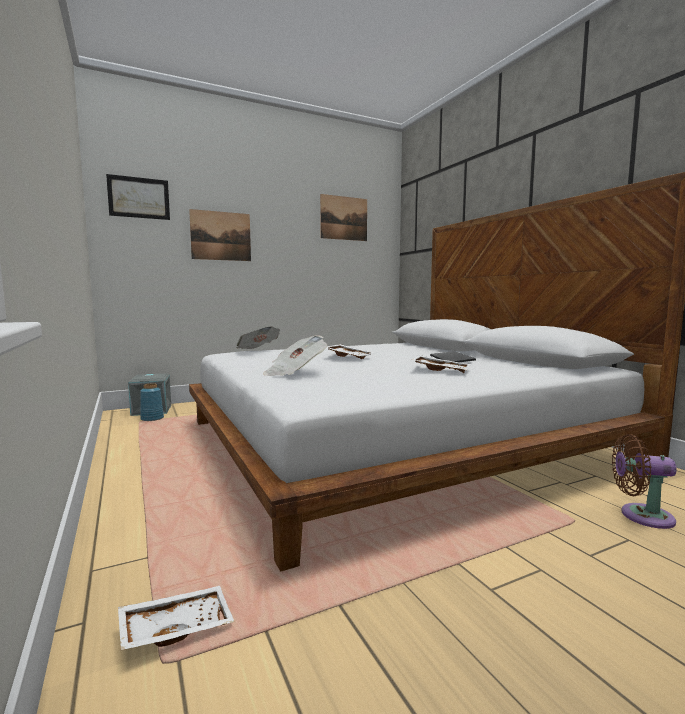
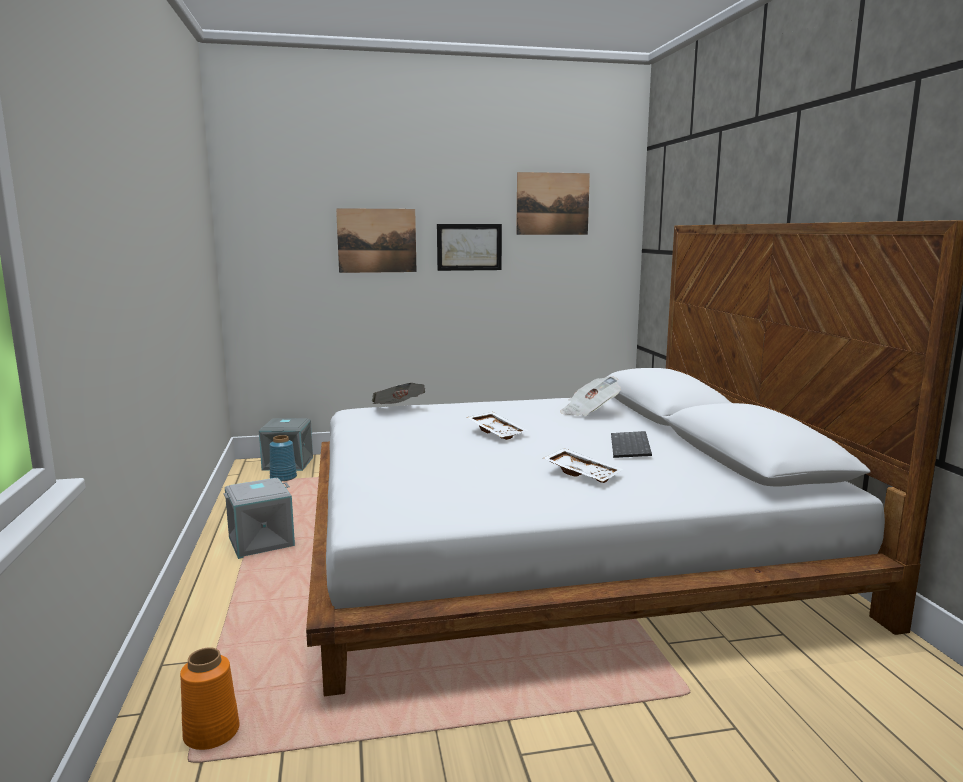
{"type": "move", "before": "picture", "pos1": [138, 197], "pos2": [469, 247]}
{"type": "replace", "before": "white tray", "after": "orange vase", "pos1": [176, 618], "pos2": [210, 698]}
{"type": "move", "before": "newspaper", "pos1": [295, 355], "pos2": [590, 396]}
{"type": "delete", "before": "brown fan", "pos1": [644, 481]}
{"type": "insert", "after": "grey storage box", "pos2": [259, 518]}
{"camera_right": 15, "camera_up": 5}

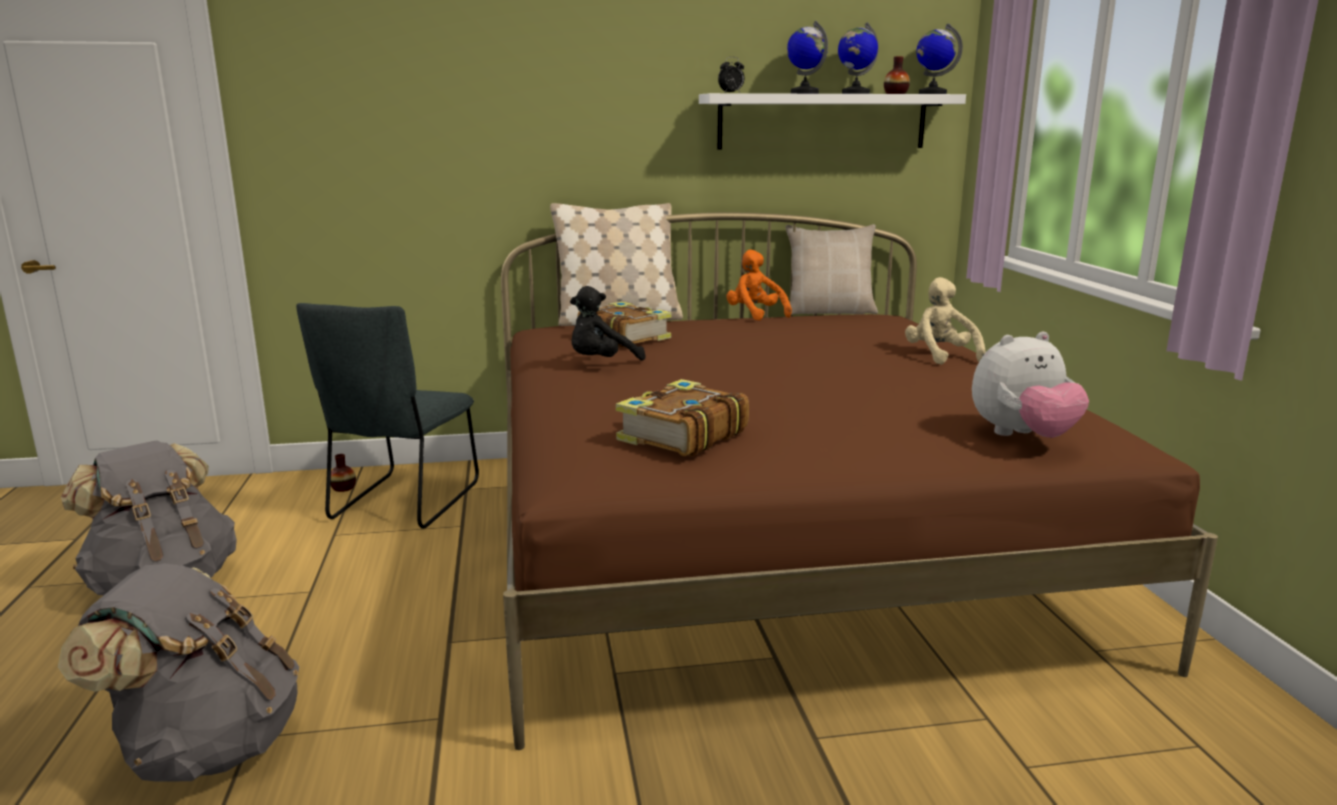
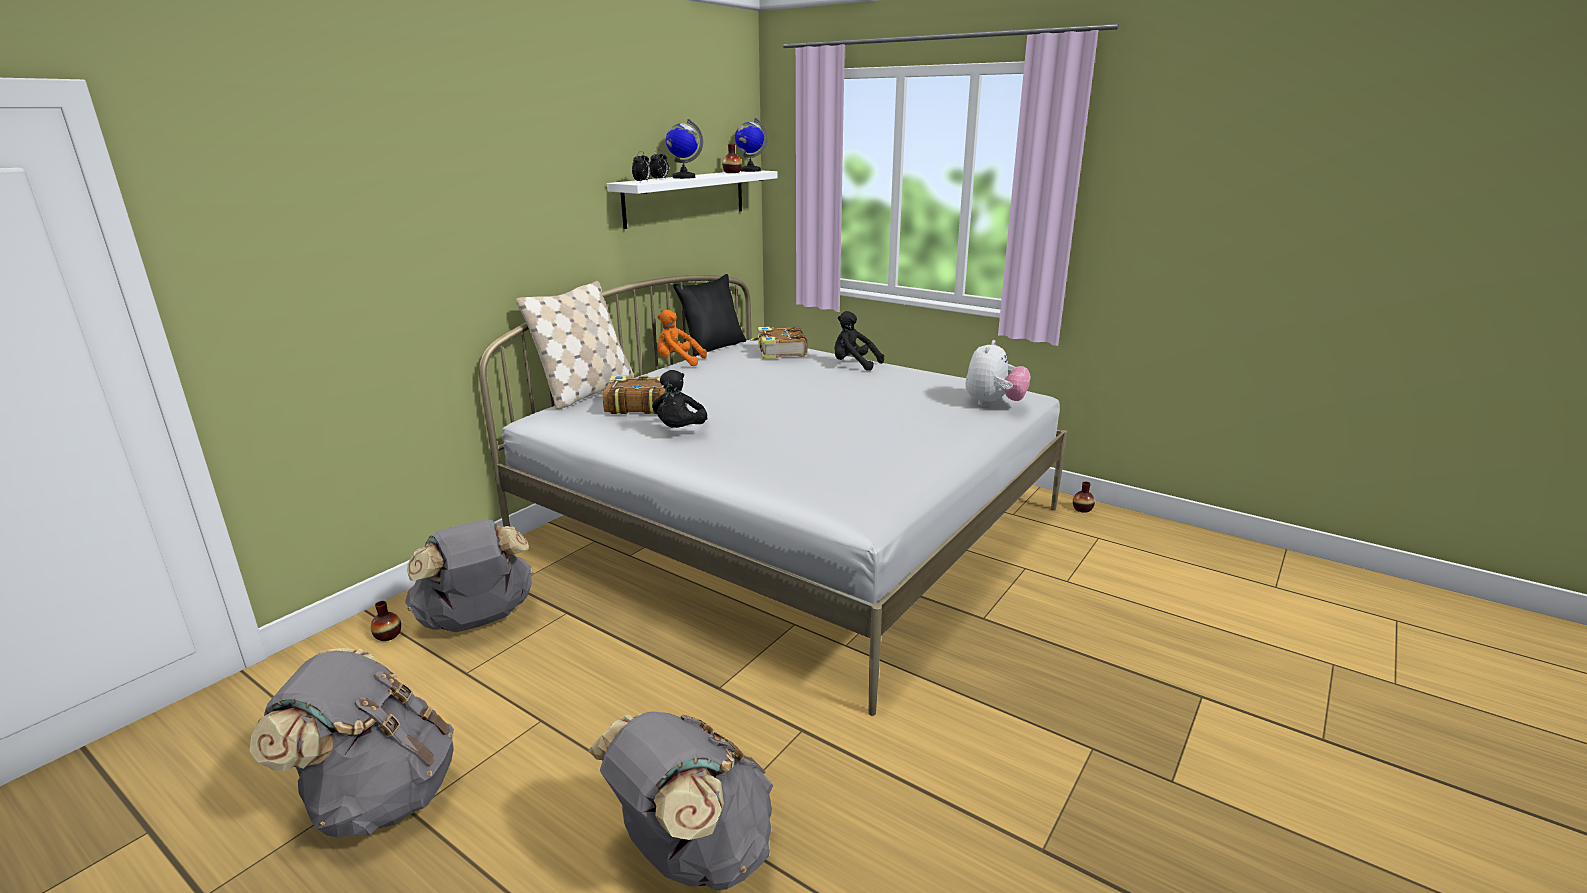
{"type": "replace", "before": "grey chair", "after": "grey backpack", "pos1": [387, 416], "pos2": [469, 575]}
{"type": "recolor", "before": "brown bed", "after": "white bed", "pos1": [859, 481], "pos2": [773, 495]}
{"type": "move", "before": "book", "pos1": [682, 417], "pos2": [778, 342]}
{"type": "recolor", "before": "beige pillow", "after": "black pillow", "pos1": [831, 269], "pos2": [709, 315]}
{"type": "delete", "before": "globe", "pos1": [858, 58]}
{"type": "recolor", "before": "beige plush toy", "after": "black plush toy", "pos1": [945, 321], "pos2": [859, 341]}
{"type": "insert", "after": "alarm clock", "pos2": [659, 164]}
{"type": "insert", "after": "vase", "pos2": [1084, 497]}
{"camera_right": -45, "camera_up": 5}

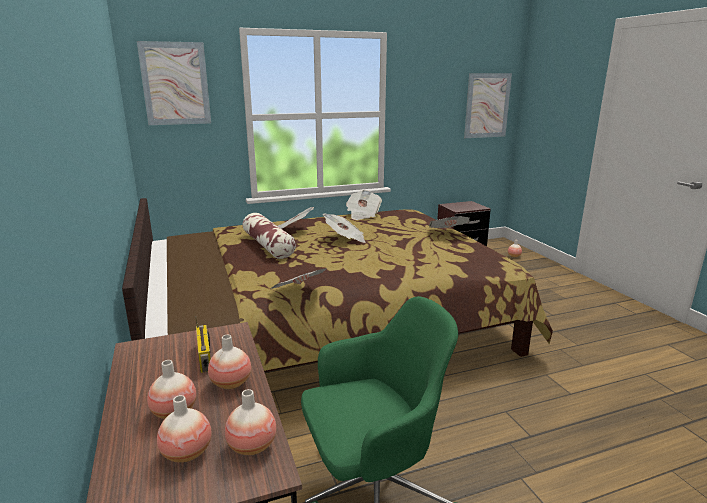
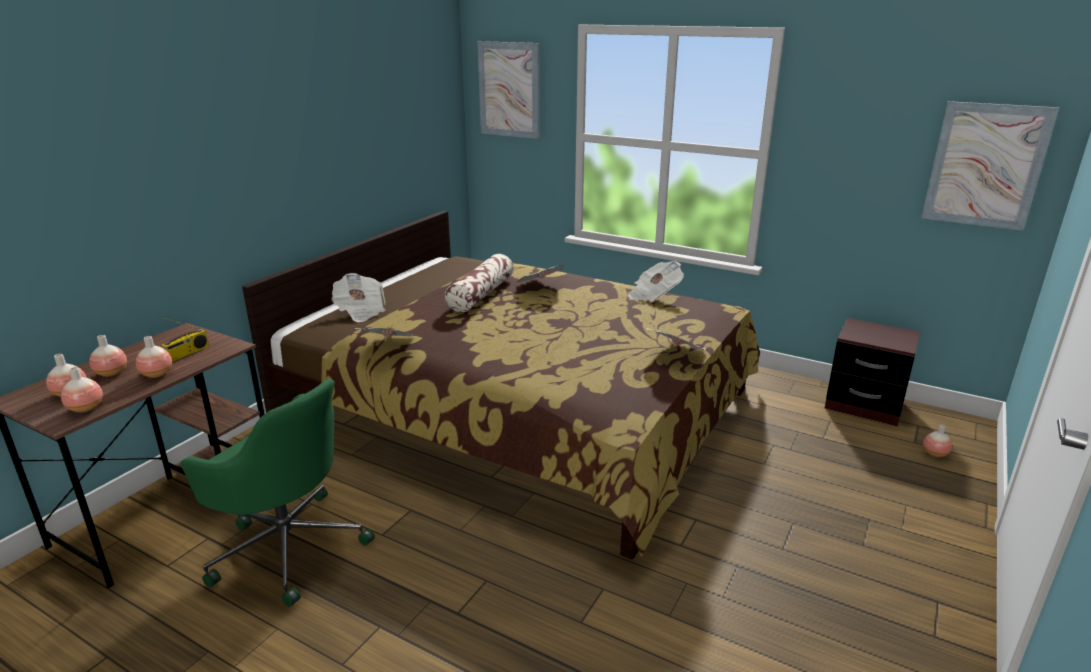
{"type": "move", "before": "newspaper", "pos1": [344, 228], "pos2": [359, 297]}
{"camera_right": 50, "camera_up": 5}

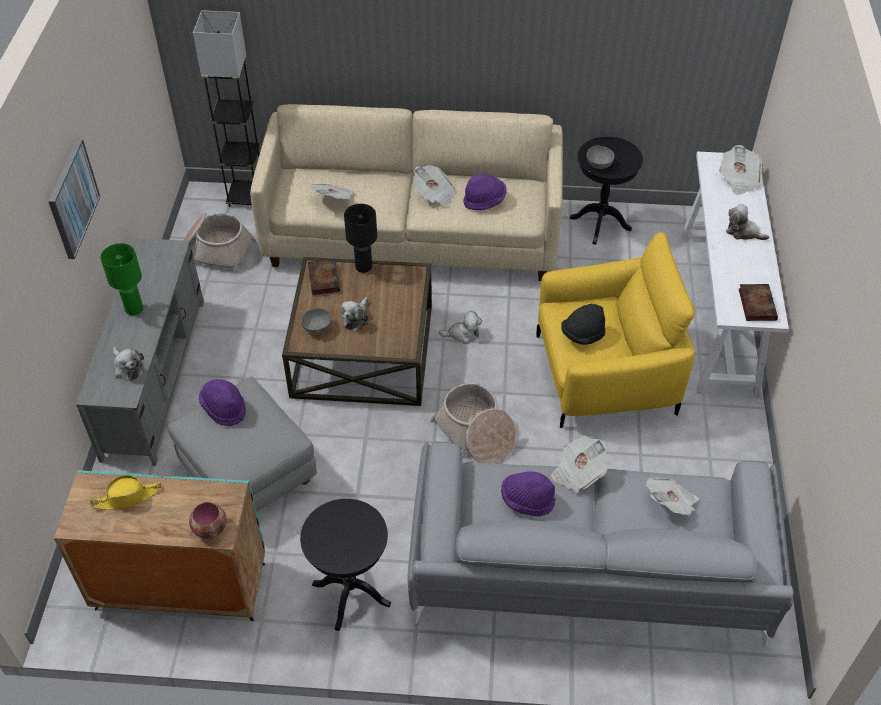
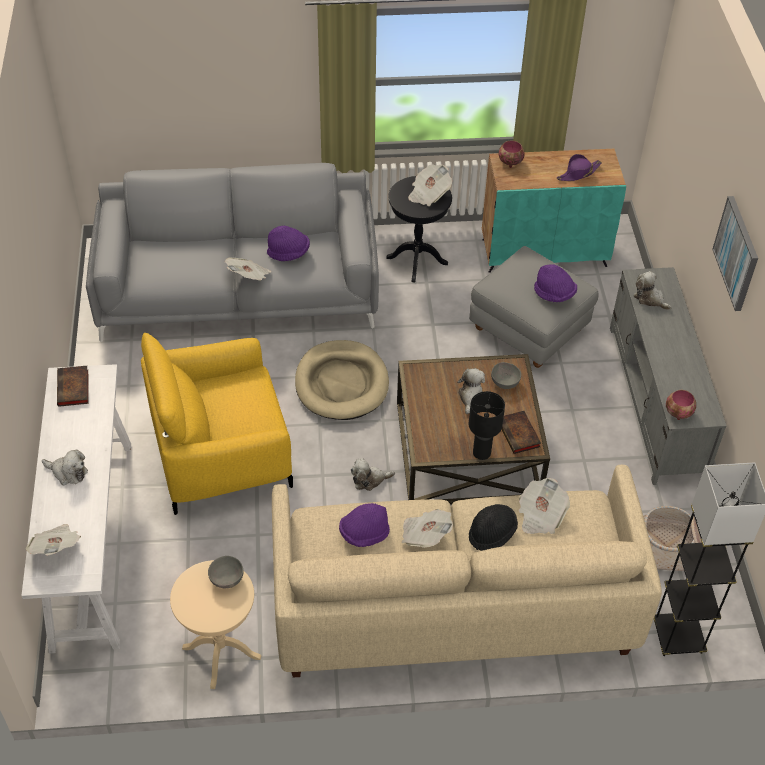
{"type": "recolor", "before": "yellow hat", "after": "purple hat", "pos1": [126, 492], "pos2": [579, 167]}
{"type": "delete", "before": "green table lamp", "pos1": [121, 279]}
{"type": "replace", "before": "basket", "after": "beige dog bed", "pos1": [473, 423], "pos2": [342, 380]}
{"type": "move", "before": "black hat", "pos1": [583, 324], "pos2": [493, 527]}
{"type": "recolor", "before": "black side table", "after": "beige side table", "pos1": [606, 191], "pos2": [215, 624]}
{"type": "move", "before": "newspaper", "pos1": [672, 496], "pos2": [430, 185]}
{"type": "insert", "after": "bowl", "pos2": [681, 405]}
{"camera_right": 170, "camera_up": 0}

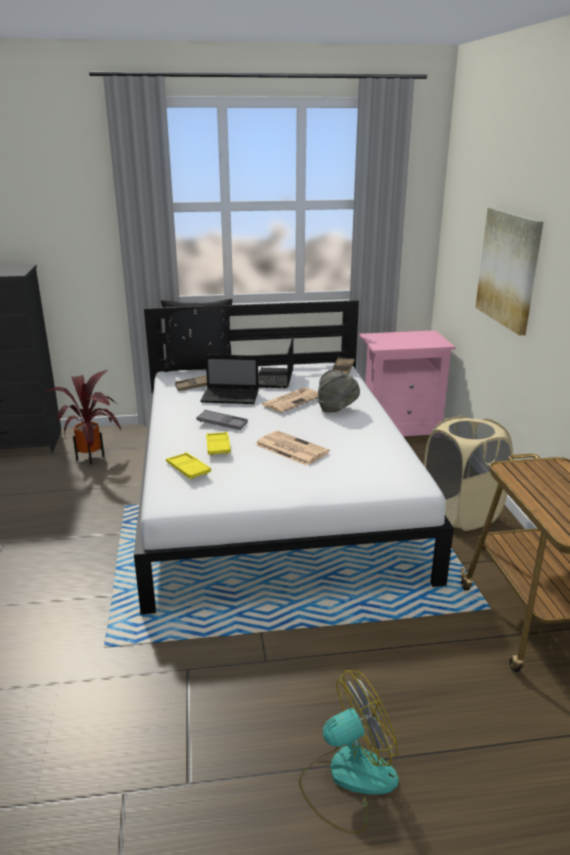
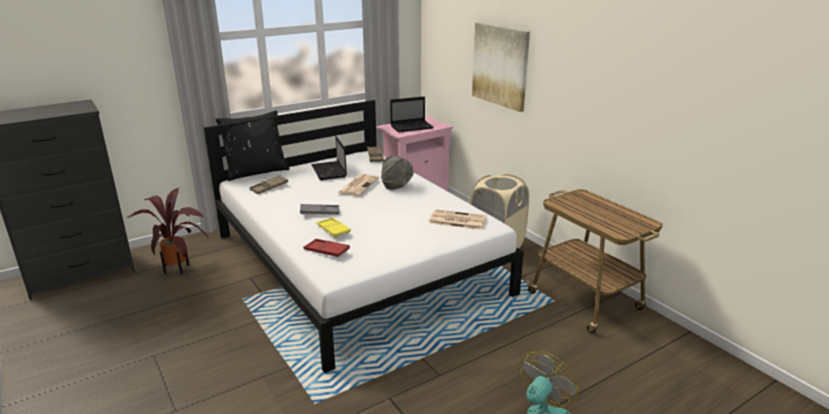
{"type": "recolor", "before": "yellow tray", "after": "red tray", "pos1": [188, 465], "pos2": [327, 248]}
{"type": "move", "before": "laptop", "pos1": [229, 379], "pos2": [412, 114]}
{"type": "move", "before": "newspaper", "pos1": [292, 448], "pos2": [458, 219]}
{"camera_right": -25, "camera_up": 0}

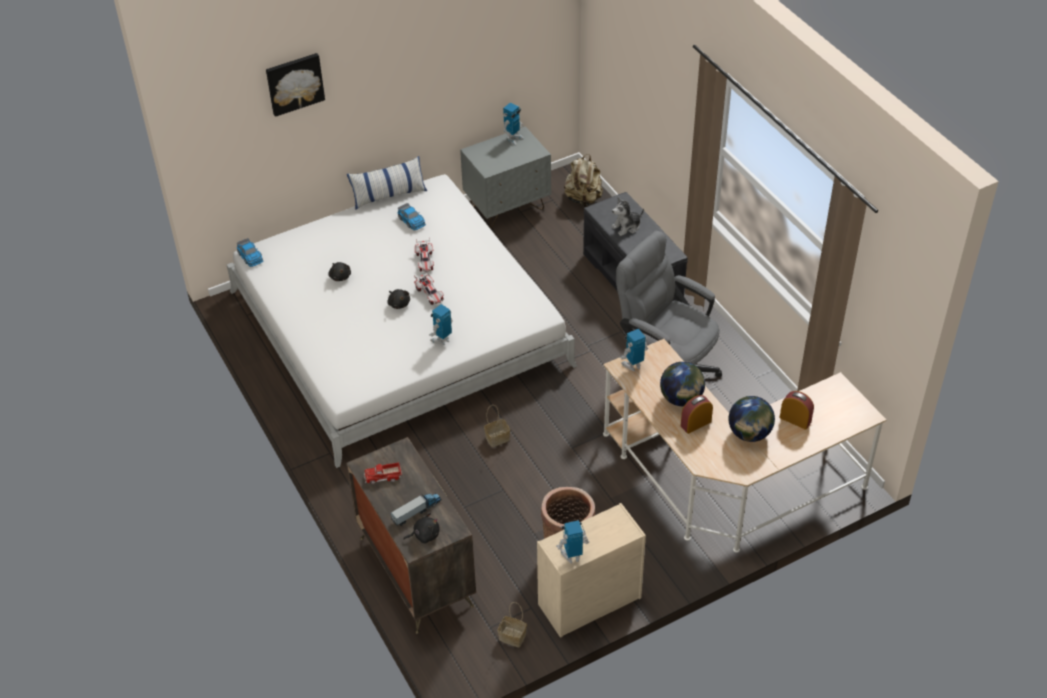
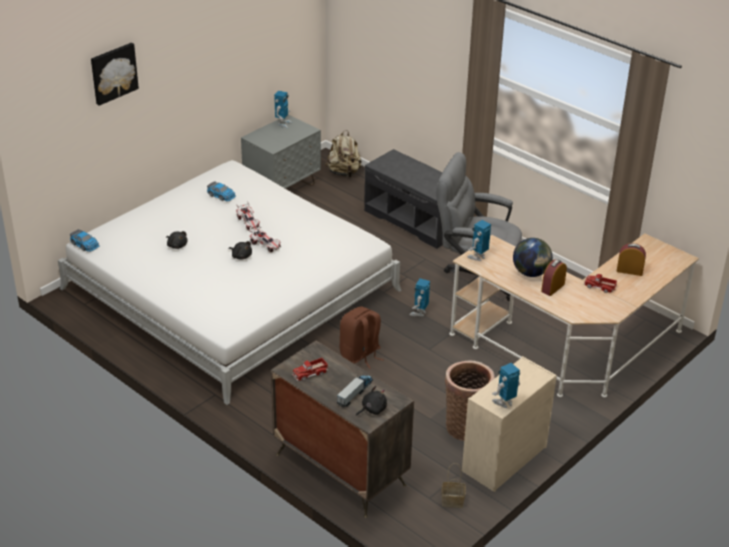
{"type": "delete", "before": "pillow", "pos1": [387, 183]}
{"type": "move", "before": "toy robot", "pos1": [441, 324], "pos2": [419, 297]}
{"type": "replace", "before": "basket", "after": "brown backpack", "pos1": [497, 426], "pos2": [362, 337]}
{"type": "delete", "before": "plush toy", "pos1": [627, 216]}
{"type": "replace", "before": "globe", "after": "toy truck", "pos1": [752, 419], "pos2": [600, 283]}
{"camera_right": -20, "camera_up": -10}

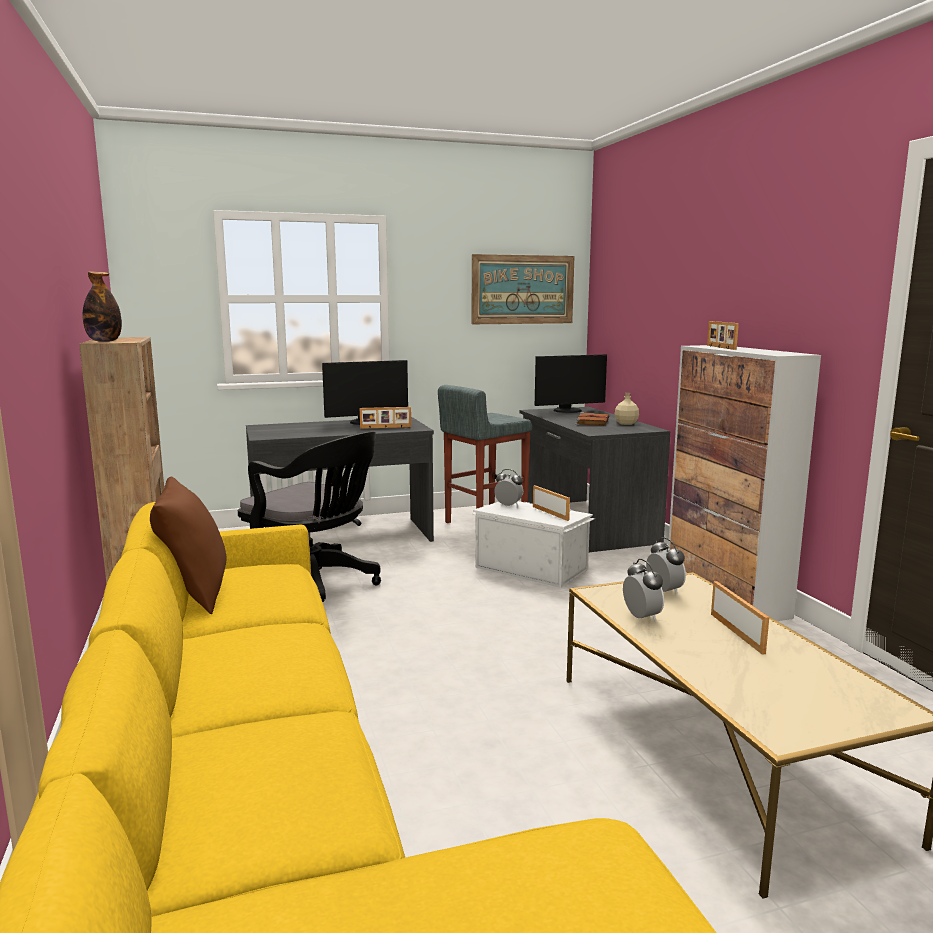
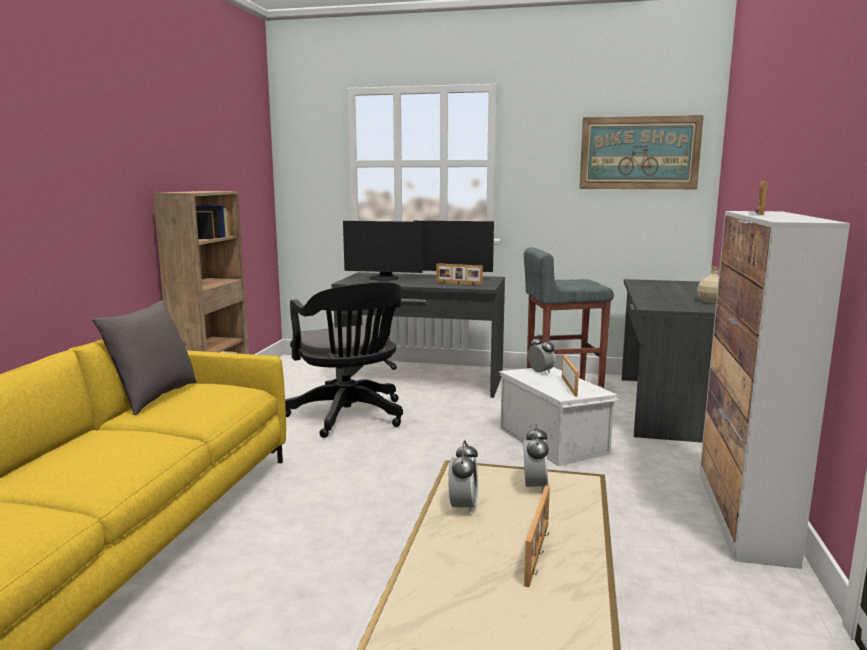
{"type": "delete", "before": "bottle", "pos1": [102, 306]}
{"type": "recolor", "before": "brown pillow", "after": "grey pillow", "pos1": [188, 545], "pos2": [144, 358]}
{"type": "move", "before": "monitor", "pos1": [571, 383], "pos2": [382, 251]}
{"type": "delete", "before": "brown book", "pos1": [592, 419]}
{"camera_right": 30, "camera_up": 0}

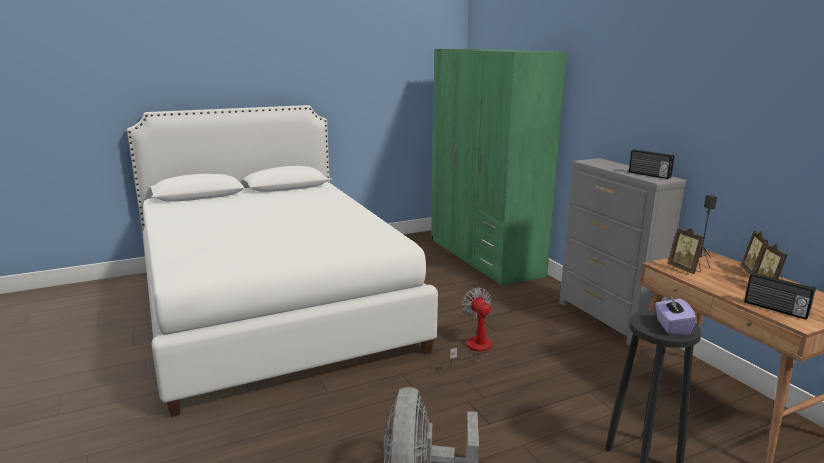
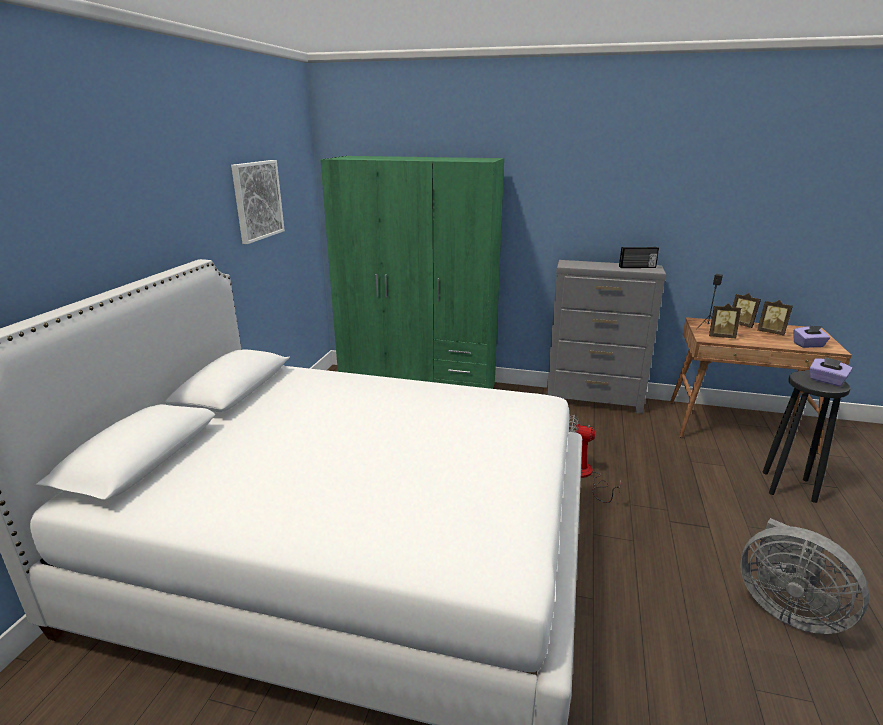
{"type": "replace", "before": "radio", "after": "purple tissue box", "pos1": [780, 296], "pos2": [812, 337]}
{"type": "insert", "after": "picture", "pos2": [258, 202]}
{"camera_right": -50, "camera_up": 5}

